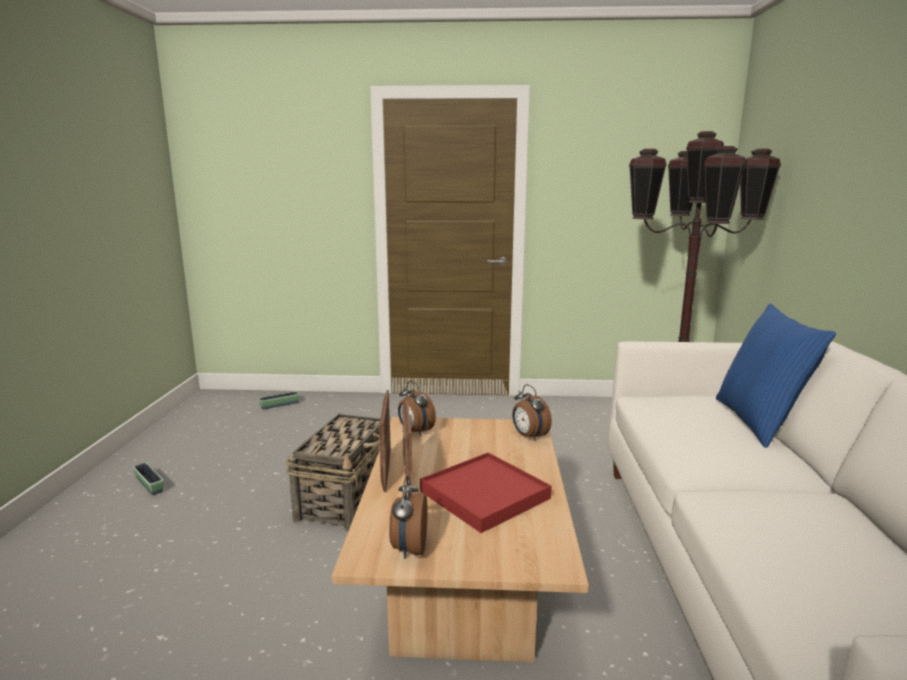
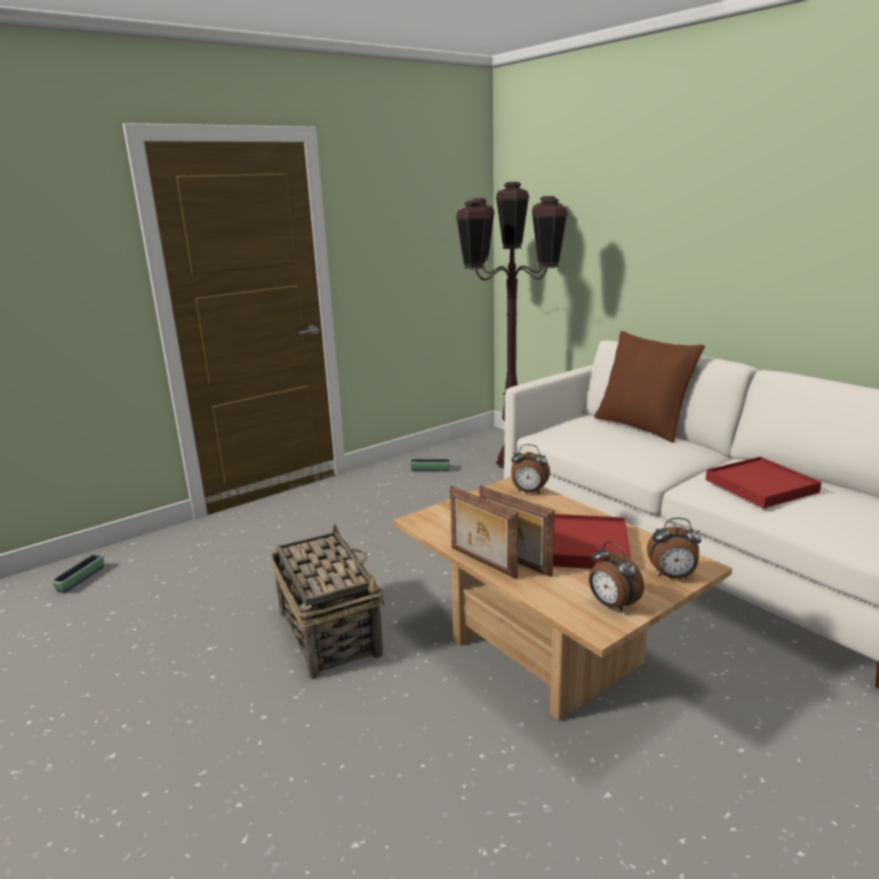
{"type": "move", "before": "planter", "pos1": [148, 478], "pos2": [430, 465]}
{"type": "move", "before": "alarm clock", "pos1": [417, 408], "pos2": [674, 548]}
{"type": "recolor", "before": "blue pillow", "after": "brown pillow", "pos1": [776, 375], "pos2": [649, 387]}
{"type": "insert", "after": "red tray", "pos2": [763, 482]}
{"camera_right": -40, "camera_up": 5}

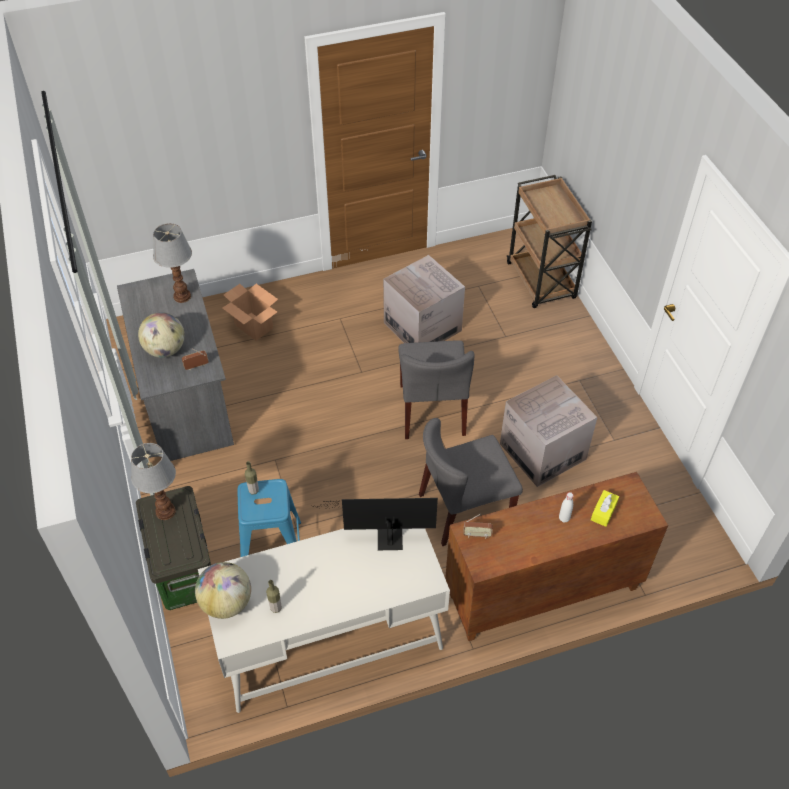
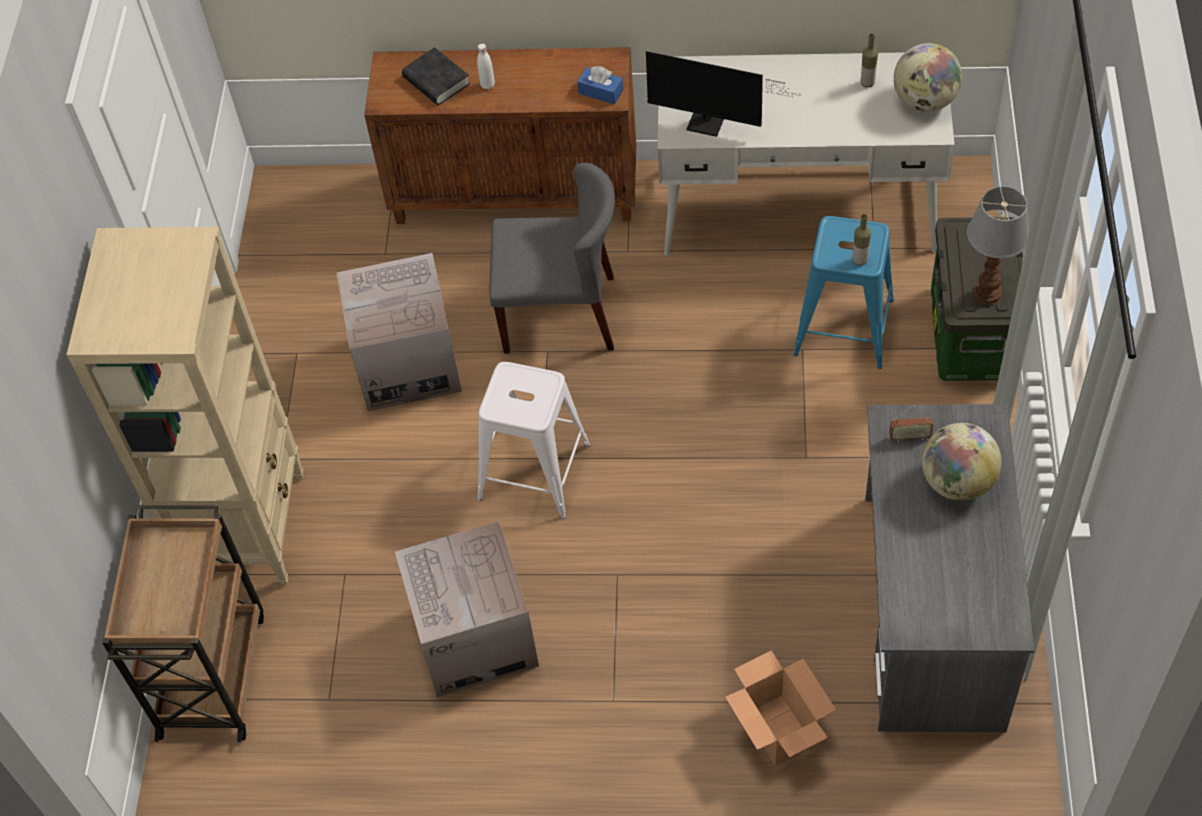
{"type": "delete", "before": "table lamp", "pos1": [172, 263]}
{"type": "replace", "before": "grey chair", "after": "white stool", "pos1": [436, 389], "pos2": [533, 440]}
{"type": "replace", "before": "radio", "after": "blue tissue box", "pos1": [478, 526], "pos2": [600, 85]}
{"type": "replace", "before": "yellow tissue box", "after": "black book", "pos1": [605, 508], "pos2": [436, 76]}
{"type": "insert", "after": "beige bookcase", "pos2": [185, 406]}
{"camera_right": -155, "camera_up": 5}

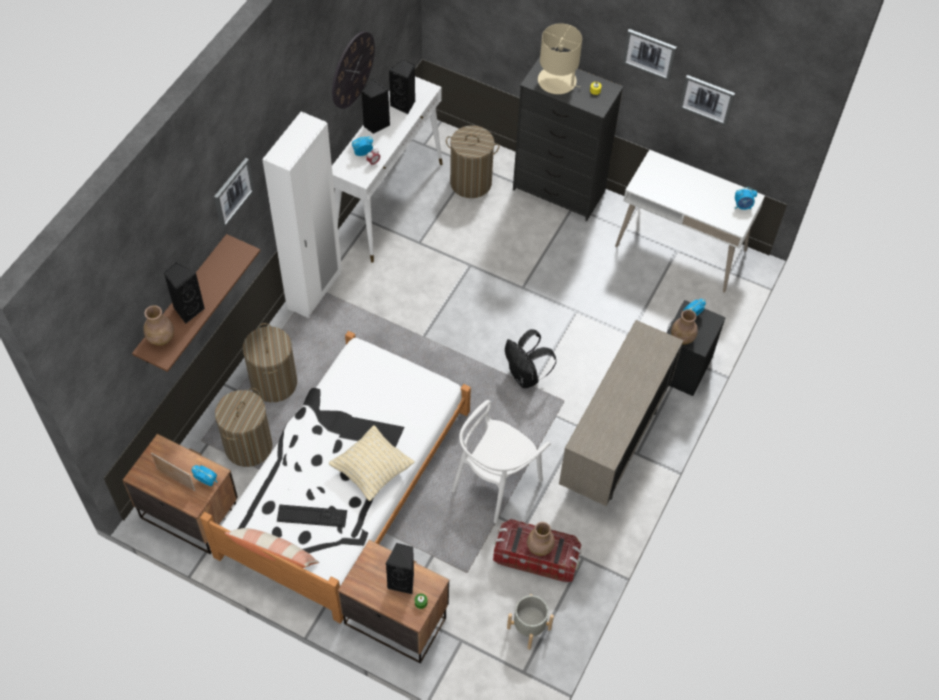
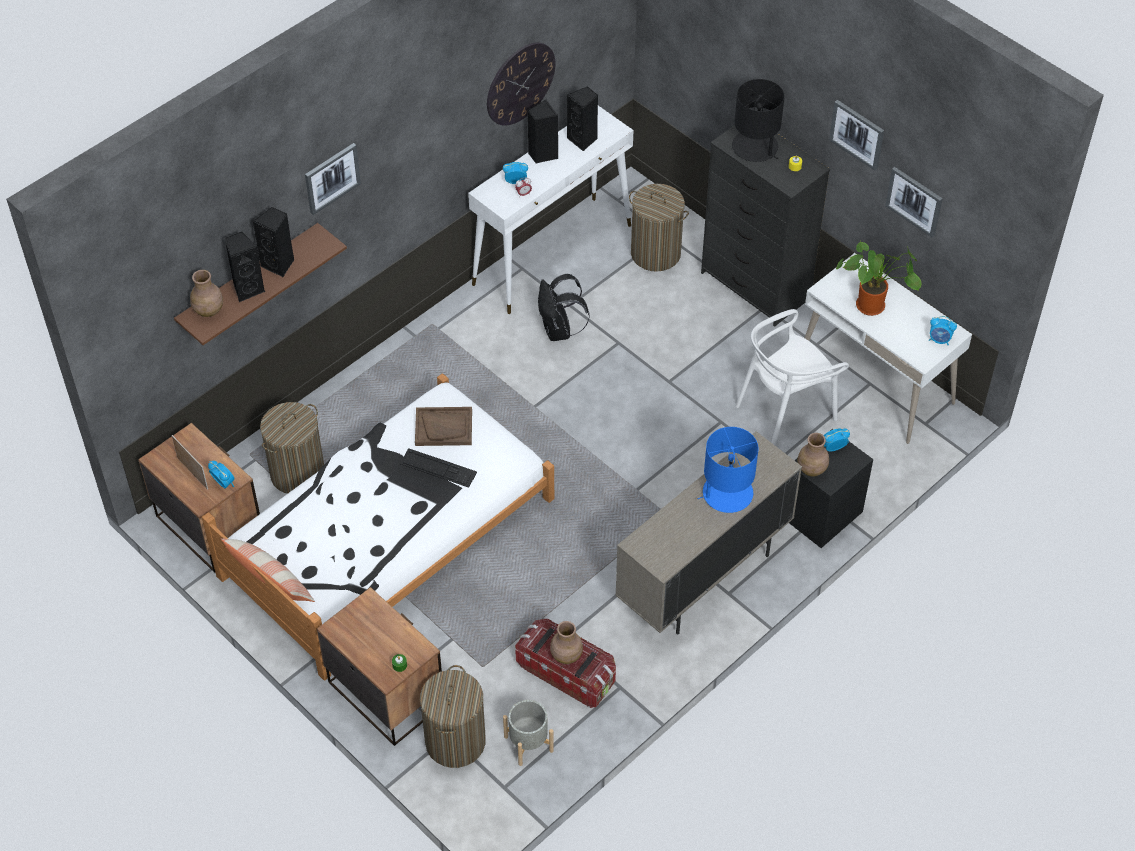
{"type": "move", "before": "laundry basket", "pos1": [270, 362], "pos2": [453, 716]}
{"type": "delete", "before": "white wardrobe", "pos1": [302, 214]}
{"type": "move", "before": "keyboard", "pos1": [312, 515], "pos2": [438, 468]}
{"type": "delete", "before": "beige pillow", "pos1": [371, 463]}
{"type": "move", "before": "black speaker", "pos1": [400, 569], "pos2": [273, 242]}
{"type": "move", "before": "white chair", "pos1": [501, 461], "pos2": [792, 377]}
{"type": "move", "before": "black backpack", "pos1": [531, 358], "pos2": [564, 307]}
{"type": "recolor", "before": "beige table lamp", "after": "black table lamp", "pos1": [560, 58], "pos2": [758, 120]}
{"type": "insert", "after": "brown tray", "pos2": [443, 426]}
{"type": "insert", "after": "blue table lamp", "pos2": [728, 470]}
{"type": "insert", "after": "potted plant", "pos2": [879, 278]}
{"camera_right": 20, "camera_up": -5}

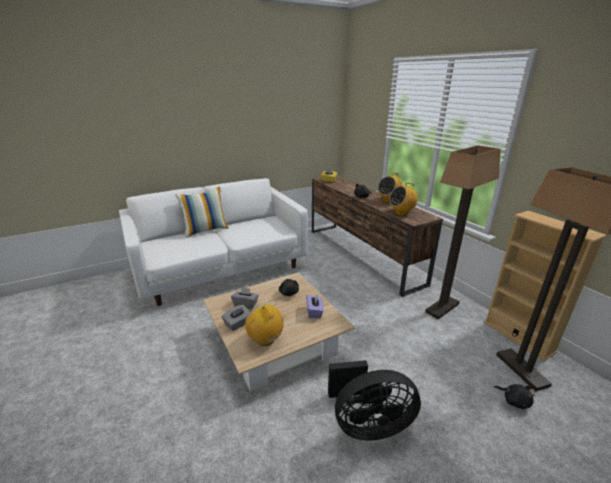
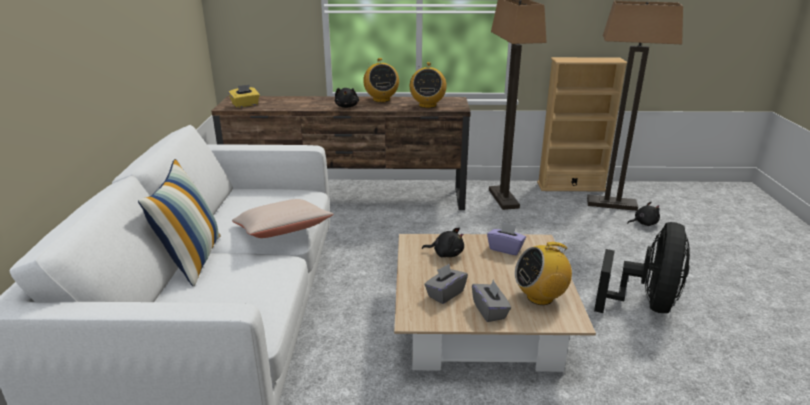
{"type": "insert", "after": "beige pillow", "pos2": [282, 218]}
{"camera_right": -60, "camera_up": 0}

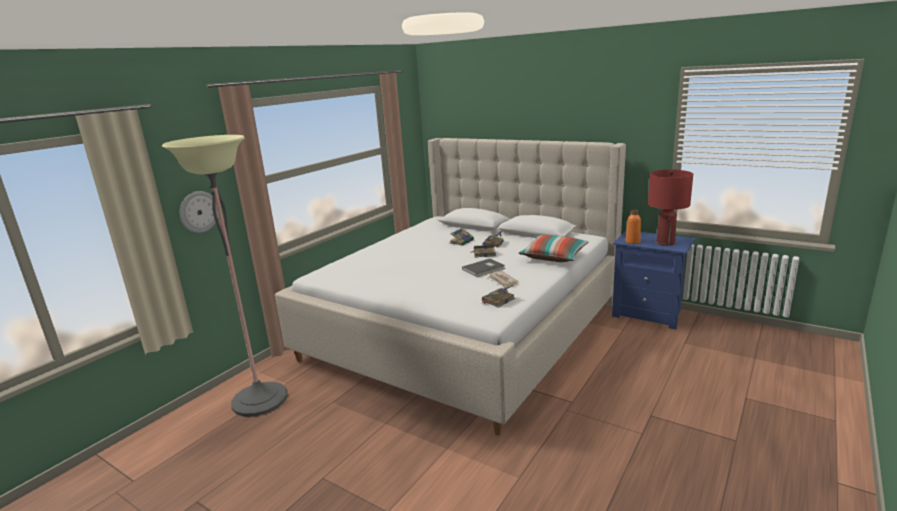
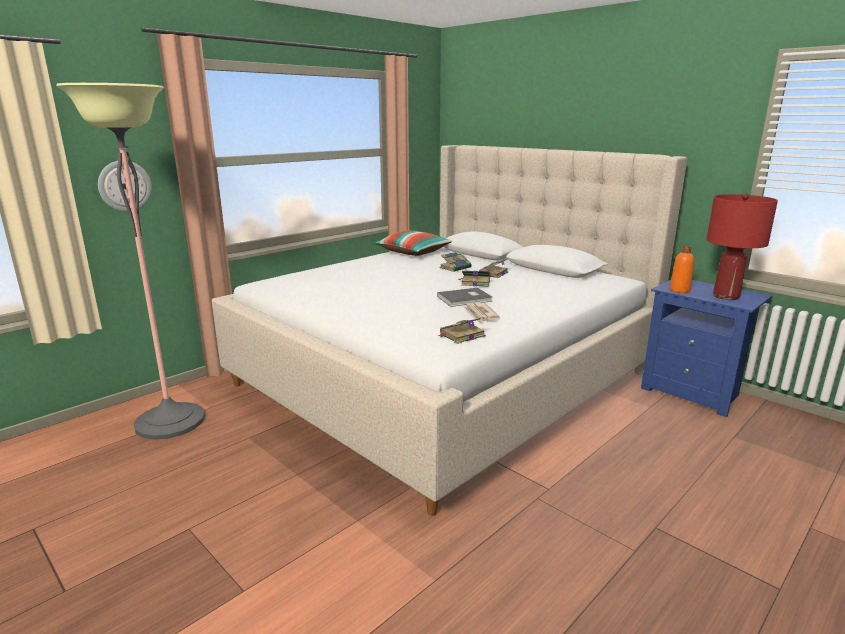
{"type": "move", "before": "pillow", "pos1": [554, 248], "pos2": [413, 243]}
{"camera_right": 10, "camera_up": 0}

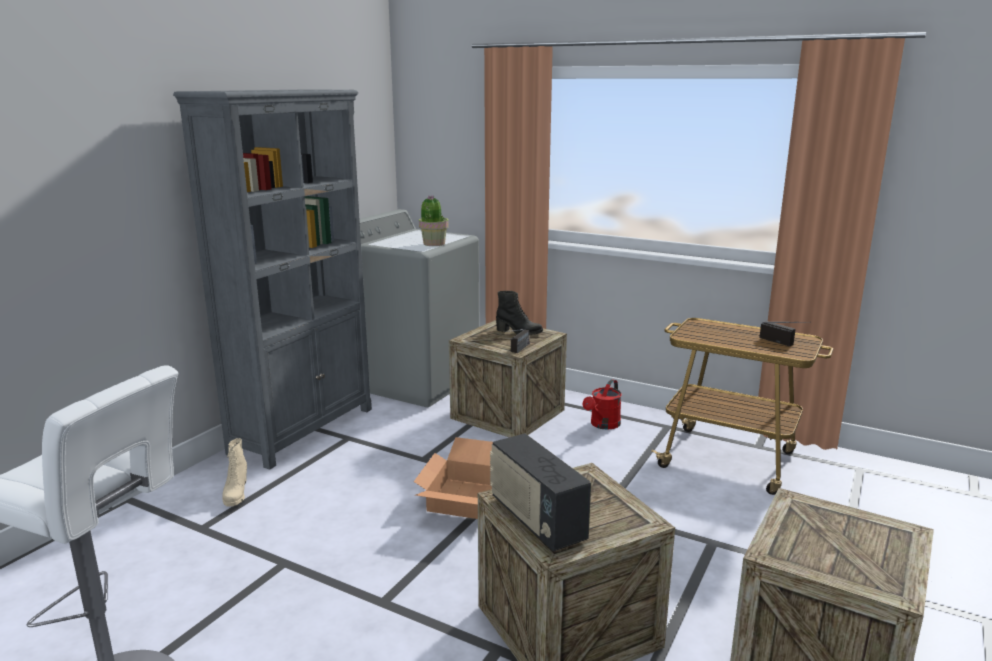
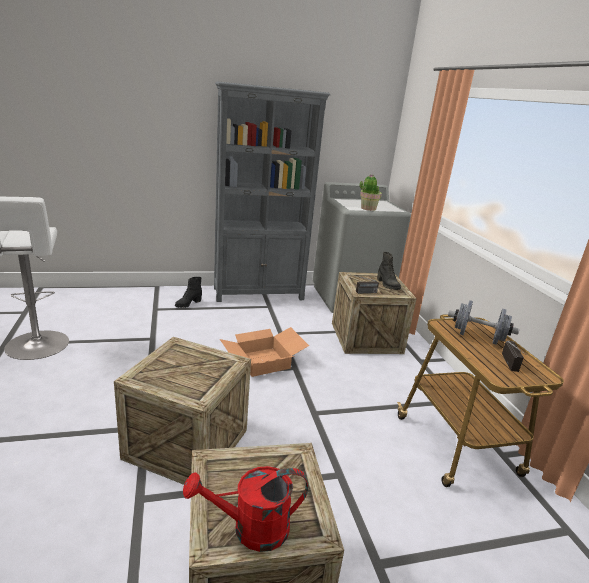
{"type": "recolor", "before": "beige boot", "after": "black boot", "pos1": [234, 472], "pos2": [188, 292]}
{"type": "delete", "before": "radio", "pos1": [540, 492]}
{"type": "move", "before": "red watering can", "pos1": [602, 404], "pos2": [245, 509]}
{"type": "insert", "after": "grey dumbbell", "pos2": [484, 322]}
{"camera_right": 45, "camera_up": 5}

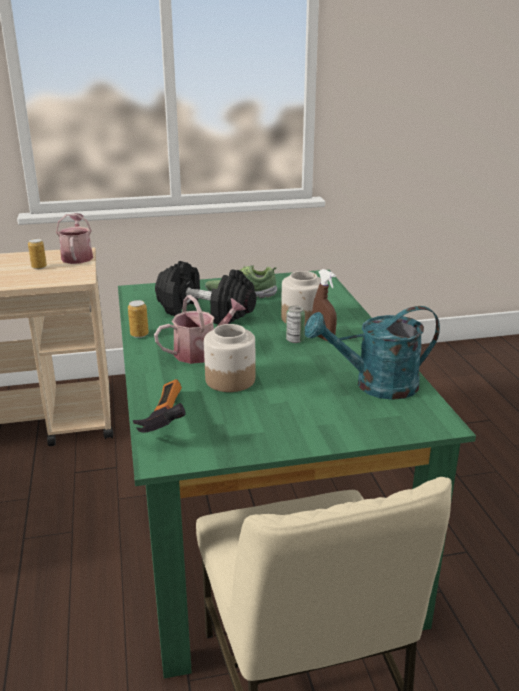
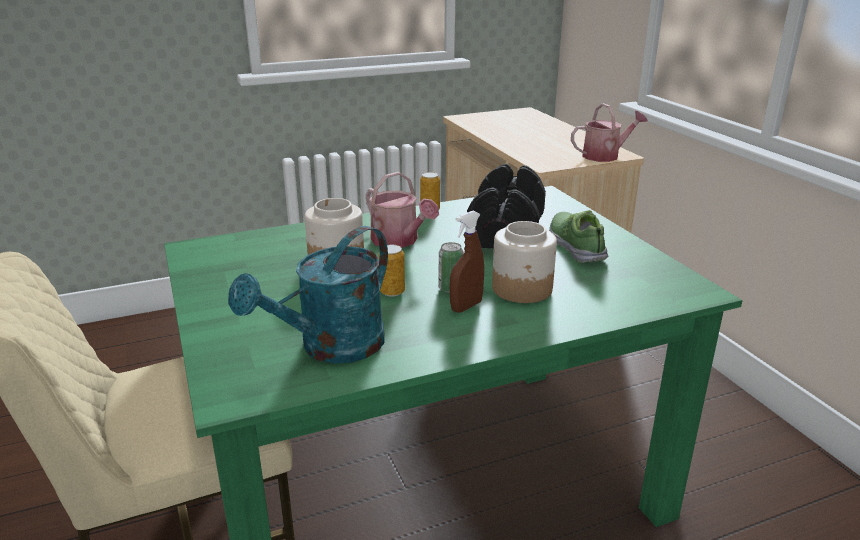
{"type": "move", "before": "can", "pos1": [37, 254], "pos2": [391, 271]}
{"type": "delete", "before": "hammer", "pos1": [159, 406]}
{"type": "rotate", "before": "turquoise watering can", "pos1": [372, 353], "pos2": [308, 295], "turn": -120}
{"camera_right": 80, "camera_up": 0}

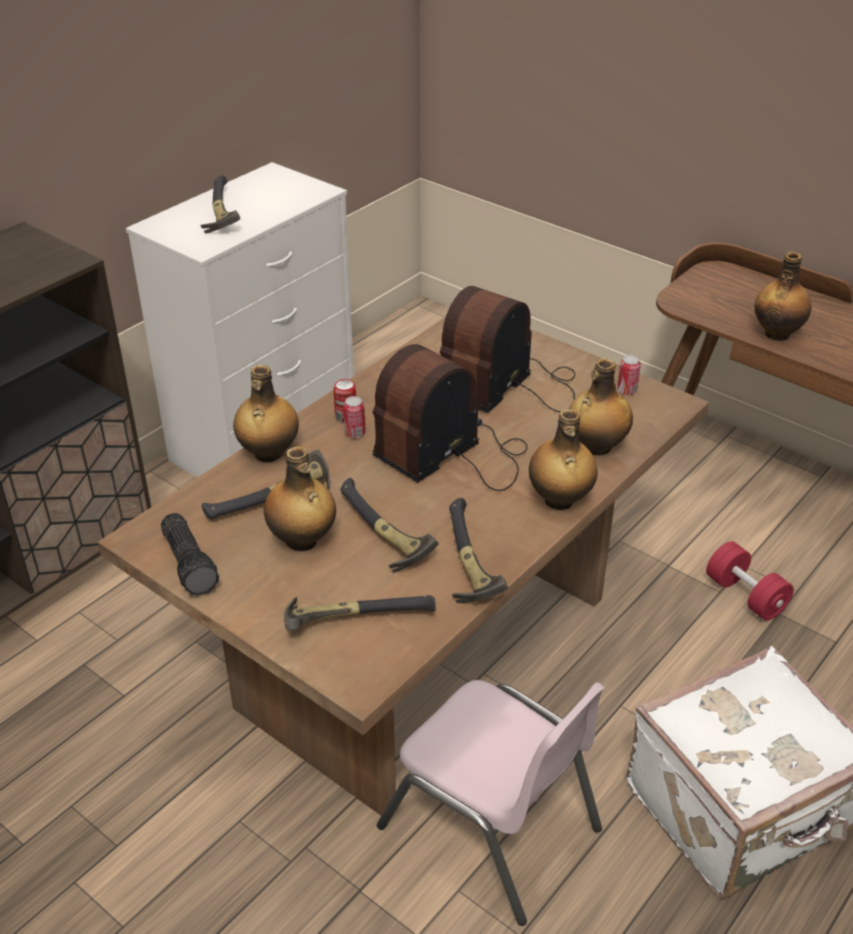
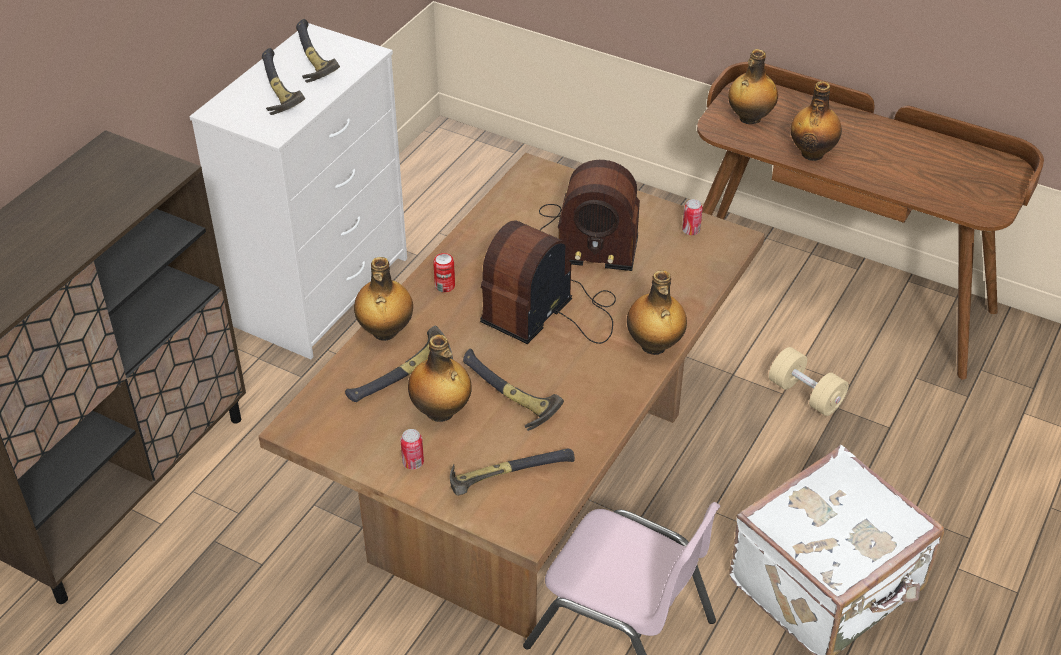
{"type": "delete", "before": "flashlight", "pos1": [190, 554]}
{"type": "move", "before": "can", "pos1": [354, 417], "pos2": [412, 449]}
{"type": "rotate", "before": "radio", "pos1": [507, 349], "pos2": [589, 215], "turn": -105}
{"type": "move", "before": "hammer", "pos1": [478, 550], "pos2": [318, 51]}
{"type": "move", "before": "bottle", "pos1": [601, 406], "pos2": [753, 86]}
{"type": "recolor", "before": "red dumbbell", "after": "beige dumbbell", "pos1": [750, 580], "pos2": [809, 381]}
{"camera_right": -10, "camera_up": 5}

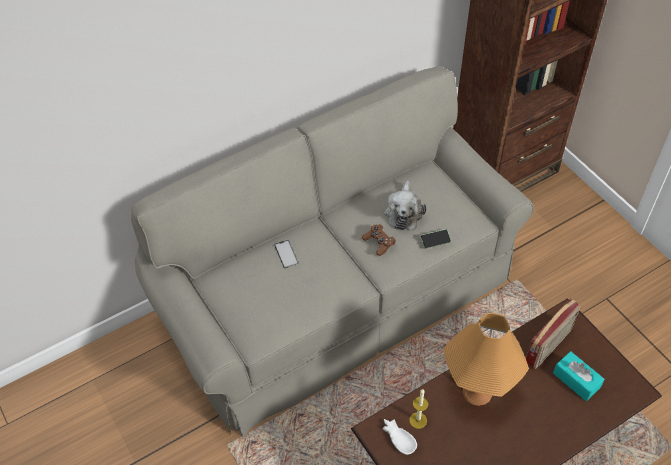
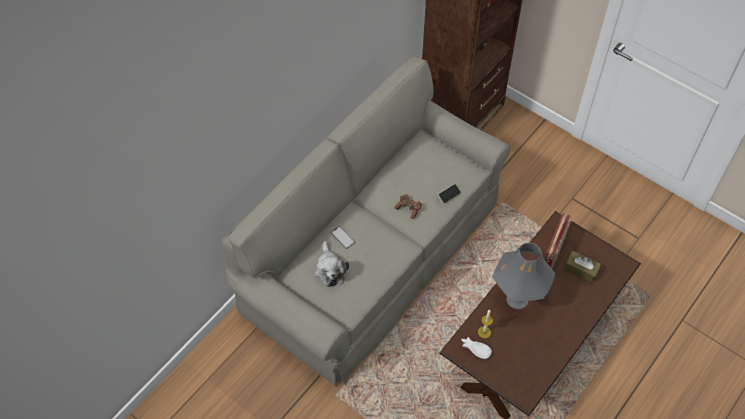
{"type": "move", "before": "plush toy", "pos1": [405, 205], "pos2": [331, 264]}
{"type": "recolor", "before": "orange table lamp", "after": "grey table lamp", "pos1": [486, 359], "pos2": [524, 276]}
{"type": "recolor", "before": "turquoise tissue box", "after": "brown tissue box", "pos1": [579, 376], "pos2": [583, 267]}
{"camera_right": -20, "camera_up": 5}

